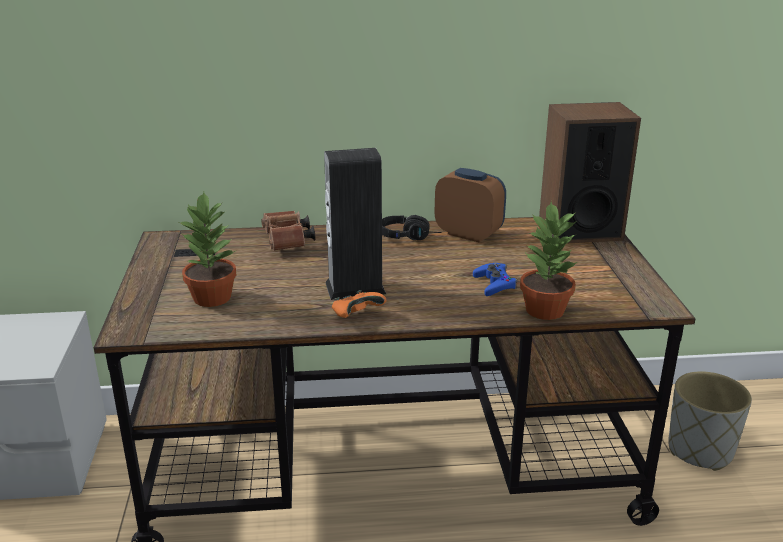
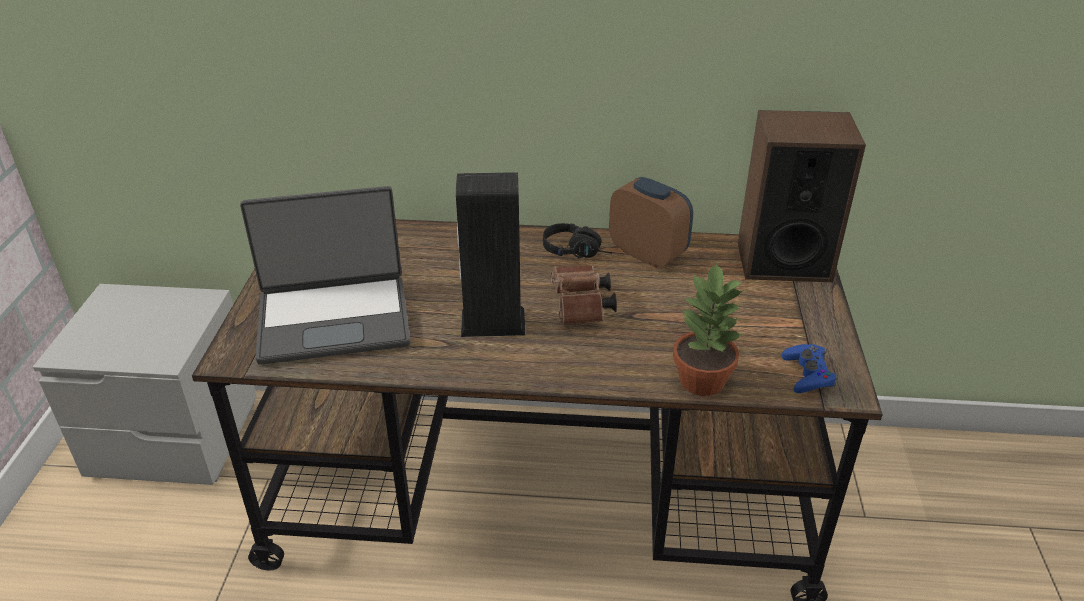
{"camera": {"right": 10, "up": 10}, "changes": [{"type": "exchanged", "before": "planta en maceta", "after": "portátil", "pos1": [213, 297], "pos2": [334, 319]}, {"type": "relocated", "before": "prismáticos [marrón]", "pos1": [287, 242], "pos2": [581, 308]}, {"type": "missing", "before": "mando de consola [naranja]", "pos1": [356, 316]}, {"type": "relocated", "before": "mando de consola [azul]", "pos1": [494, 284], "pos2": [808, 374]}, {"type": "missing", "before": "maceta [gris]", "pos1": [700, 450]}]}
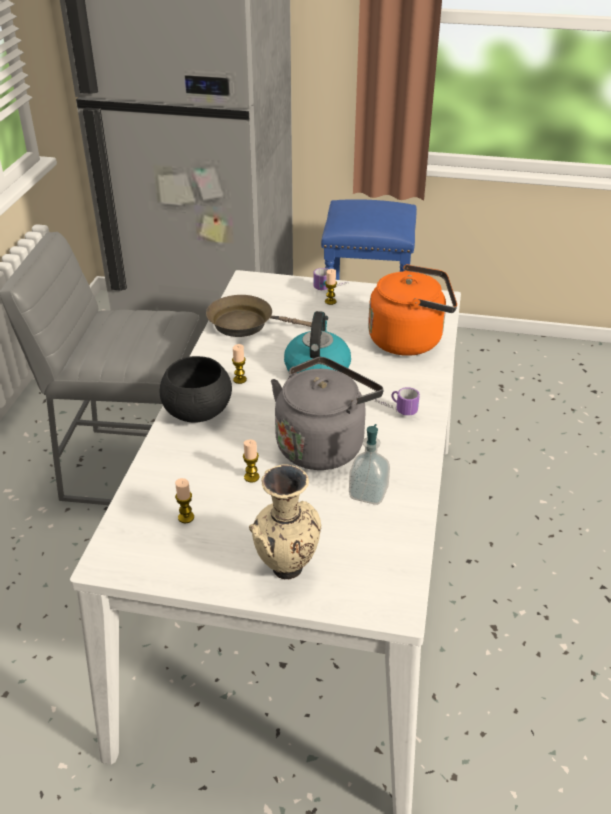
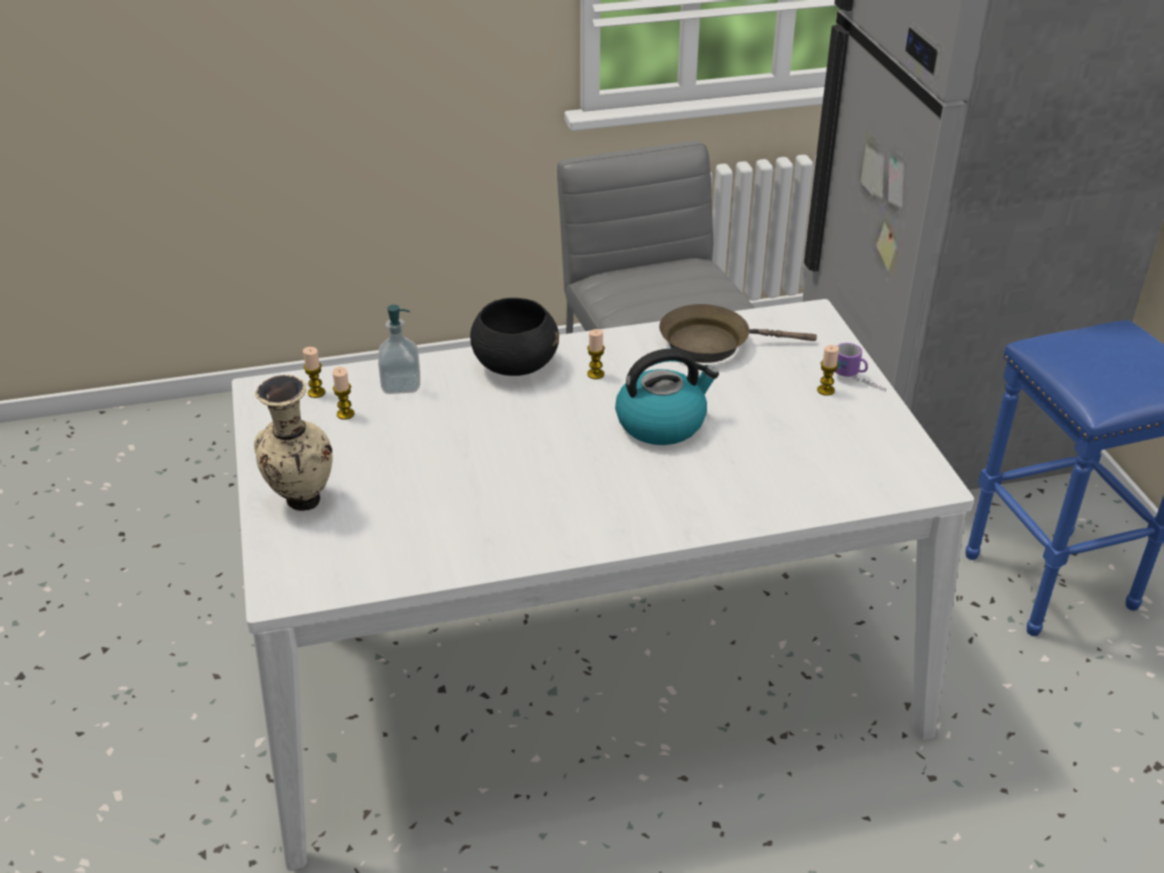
{"camera": {"right": 65, "up": 0}, "changes": [{"type": "spun", "before": "sartén [marrón]", "pos1": [246, 324], "pos2": [712, 343], "turn": -75}, {"type": "relocated", "before": "vela", "pos1": [251, 477], "pos2": [316, 392]}, {"type": "missing", "before": "hervidor [gris]", "pos1": [323, 444]}, {"type": "relocated", "before": "dispensador de jabón", "pos1": [368, 493], "pos2": [401, 385]}, {"type": "missing", "before": "hervidor [naranja]", "pos1": [410, 340]}, {"type": "missing", "before": "taza grande", "pos1": [395, 410]}]}
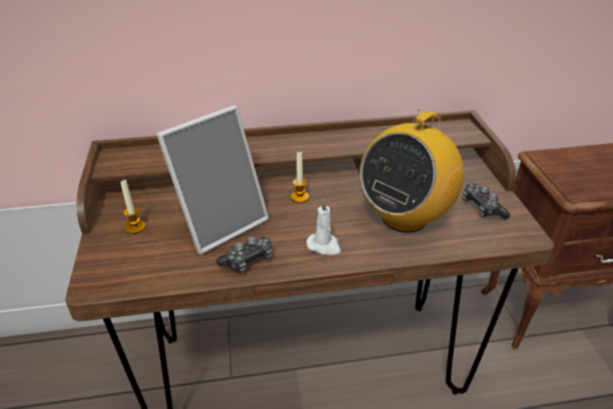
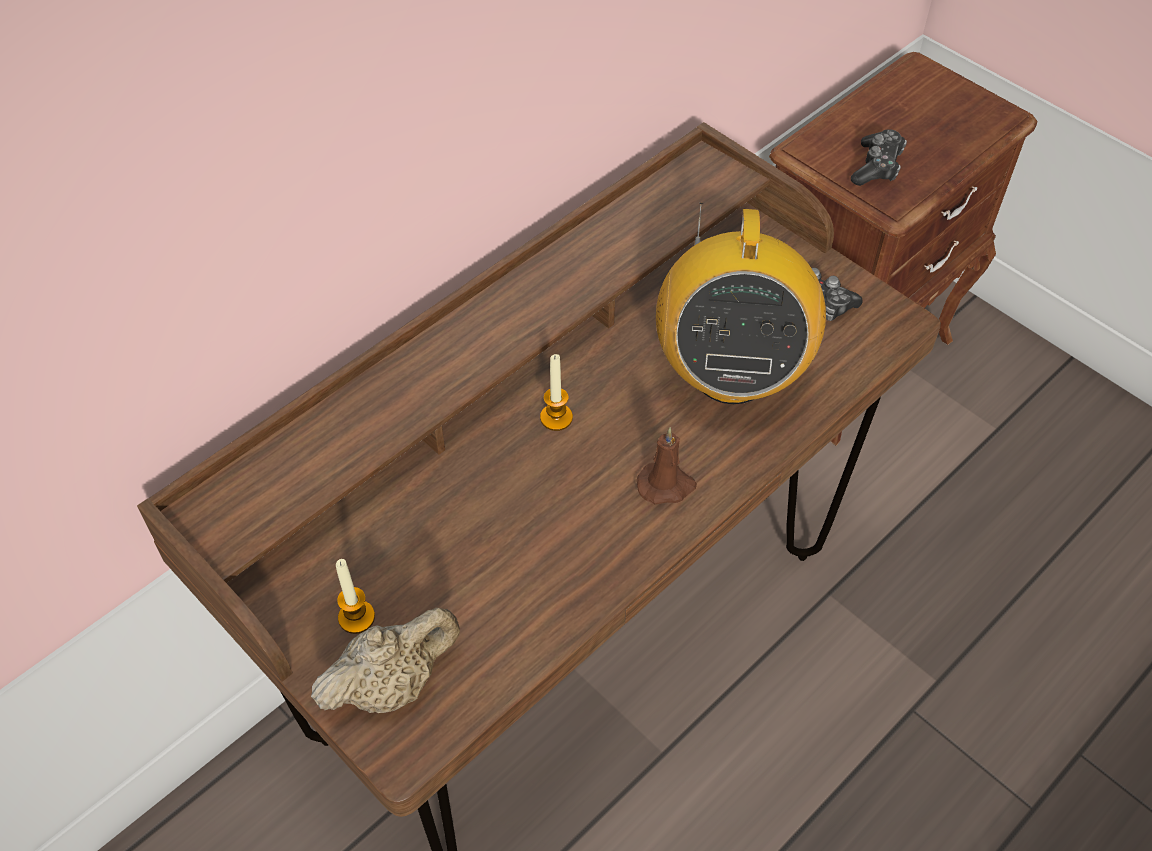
{"camera": {"right": -35, "up": 15}, "changes": [{"type": "missing", "before": "portarretratos", "pos1": [220, 222]}, {"type": "relocated", "before": "mando de consola", "pos1": [248, 260], "pos2": [877, 166]}, {"type": "colour", "before": "vela [blanco]", "after": "vela [marrón]", "pos1": [324, 246], "pos2": [666, 485]}, {"type": "appeared", "after": "tetera [beis]", "pos2": [392, 683]}]}
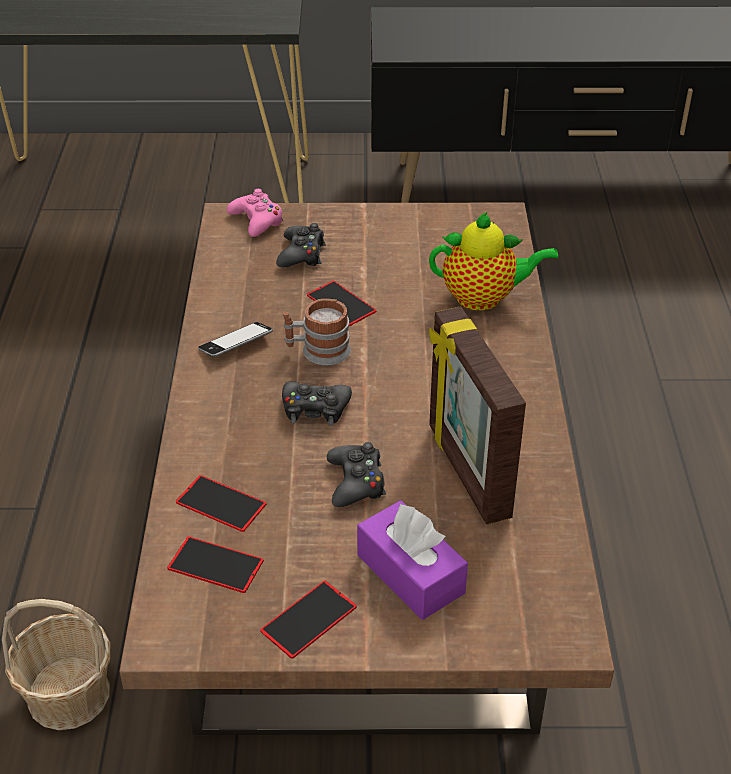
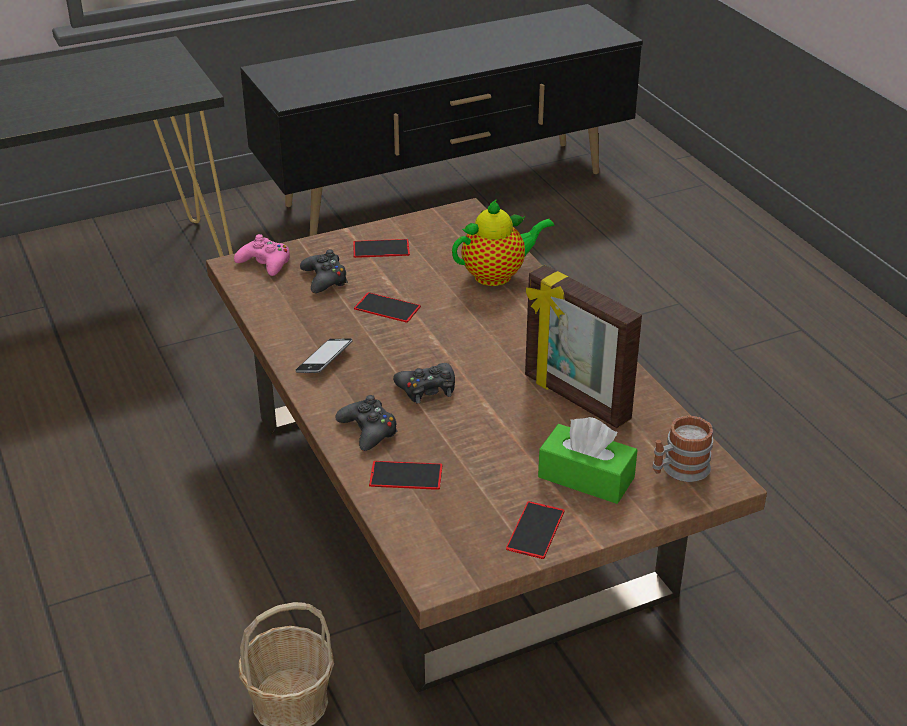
{"camera": {"right": -25, "up": -5}, "changes": [{"type": "relocated", "before": "móvil", "pos1": [215, 564], "pos2": [381, 249]}, {"type": "relocated", "before": "taza grande", "pos1": [318, 351], "pos2": [679, 470]}, {"type": "relocated", "before": "mando de consola [negro]", "pos1": [356, 482], "pos2": [368, 430]}, {"type": "colour", "before": "caja de pañuelos [morado]", "after": "caja de pañuelos [verde]", "pos1": [410, 574], "pos2": [586, 477]}]}
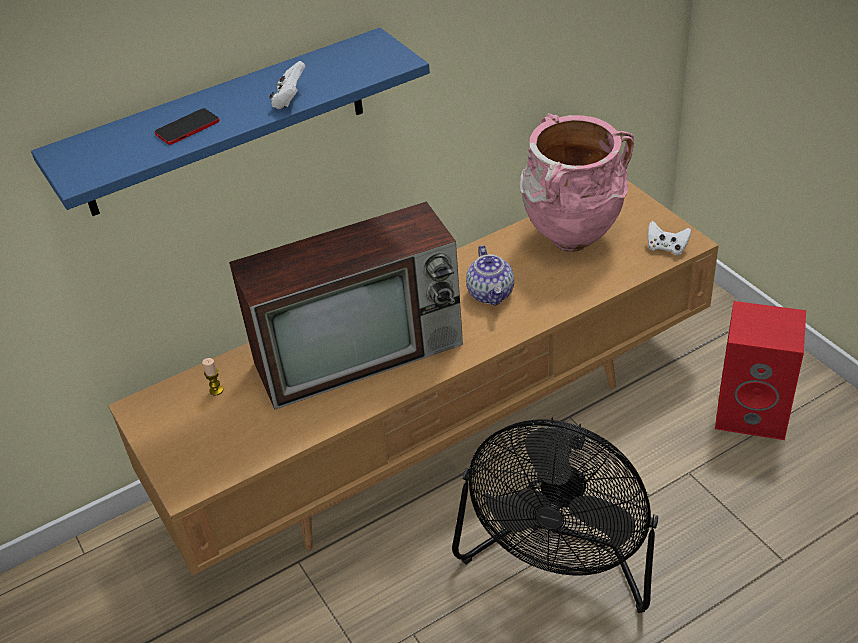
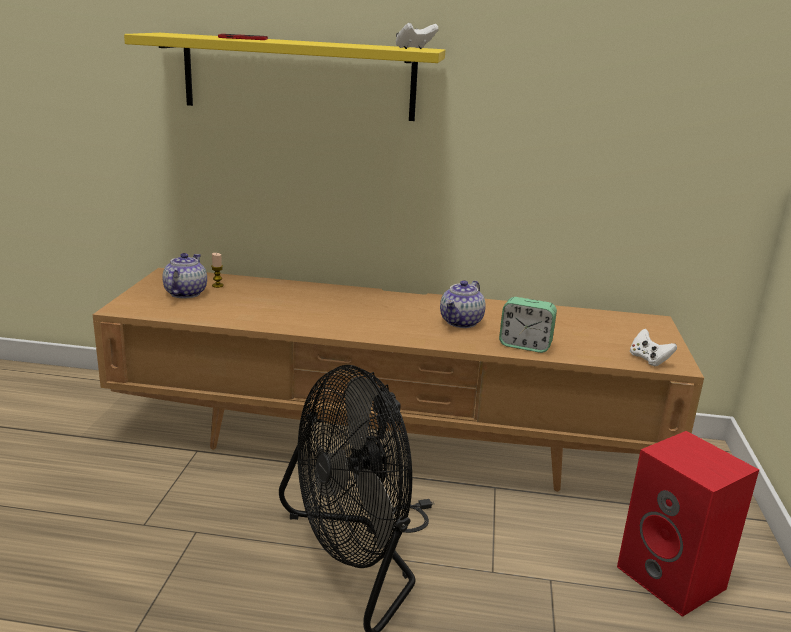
{"camera": {"right": 35, "up": -20}, "changes": [{"type": "colour", "before": "estante [azul]", "after": "estante [amarillo]", "pos1": [224, 123], "pos2": [299, 77]}, {"type": "missing", "before": "televisor", "pos1": [362, 352]}, {"type": "relocated", "before": "mando de consola [blanco]", "pos1": [290, 100], "pos2": [414, 49]}, {"type": "missing", "before": "florero [rosa]", "pos1": [571, 238]}, {"type": "appeared", "after": "tetera", "pos2": [185, 293]}, {"type": "appeared", "after": "despertador", "pos2": [525, 345]}]}
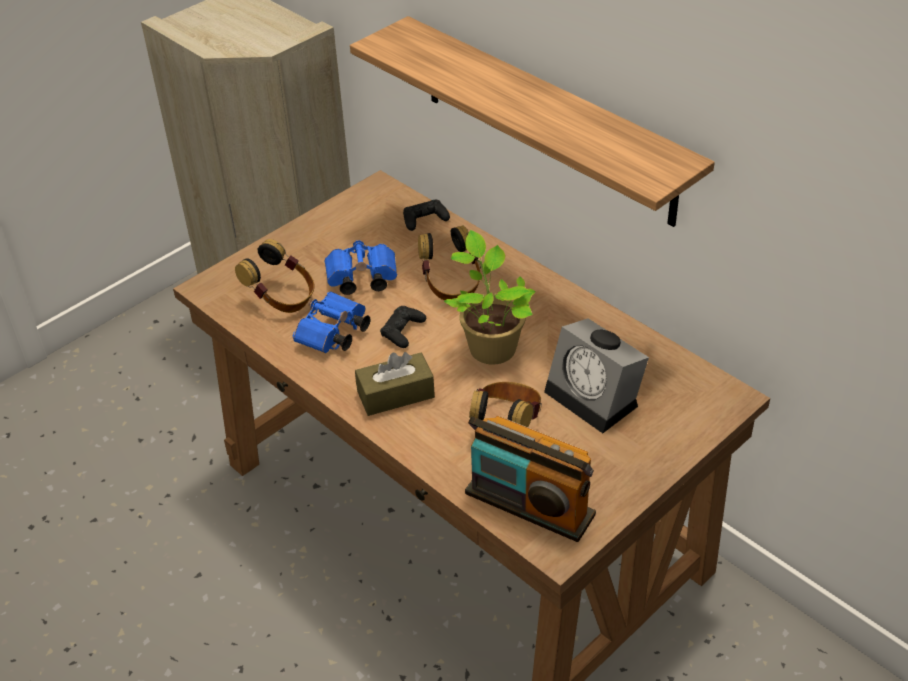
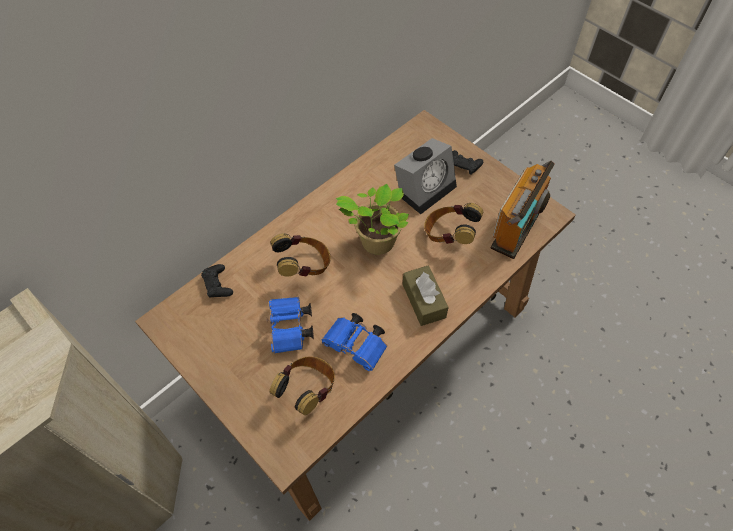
{"camera": {"right": -90, "up": 15}, "changes": [{"type": "missing", "before": "estante", "pos1": [546, 121]}, {"type": "relocated", "before": "mando de consola [negro]", "pos1": [402, 331], "pos2": [464, 165]}]}
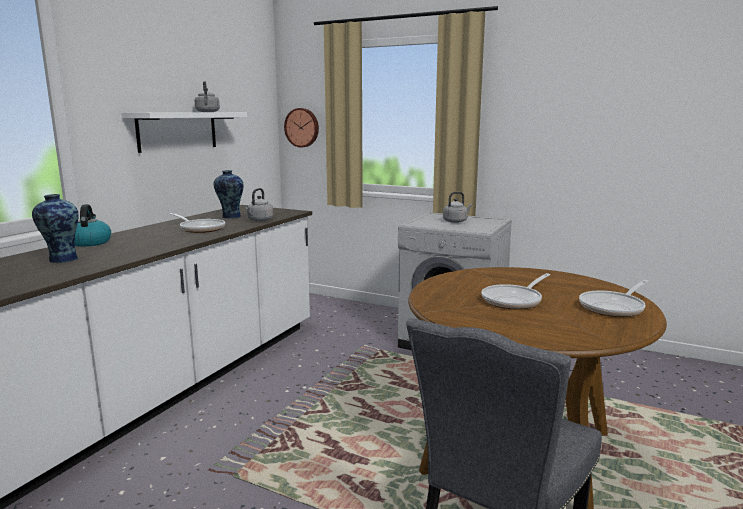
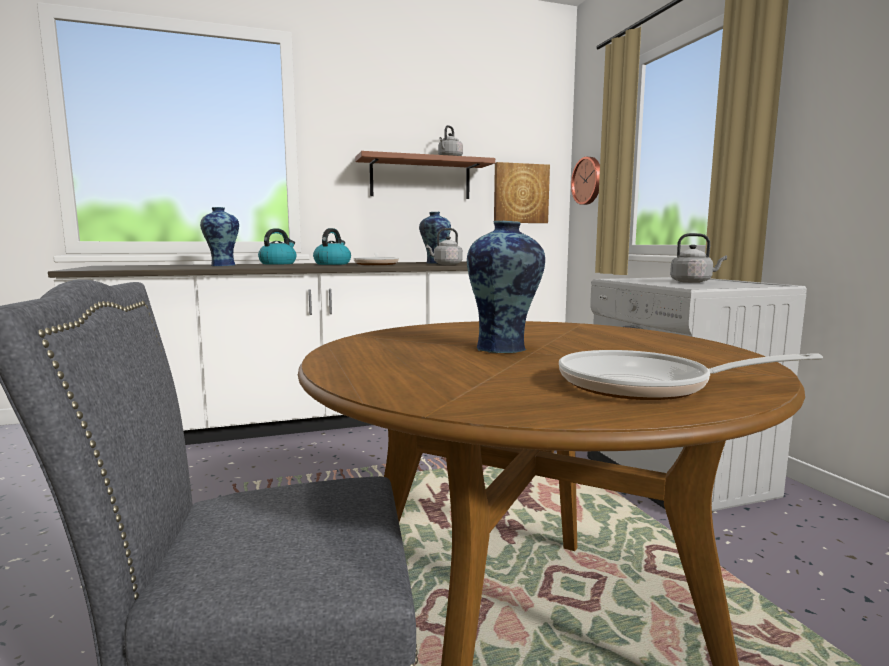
{"camera": {"right": 45, "up": -5}, "changes": [{"type": "colour", "before": "estante [blanco]", "after": "estante [marrón]", "pos1": [178, 131], "pos2": [420, 178]}, {"type": "exchanged", "before": "sartén", "after": "florero", "pos1": [514, 300], "pos2": [503, 348]}, {"type": "appeared", "after": "hervidor", "pos2": [332, 264]}, {"type": "appeared", "after": "cuadro", "pos2": [520, 193]}]}
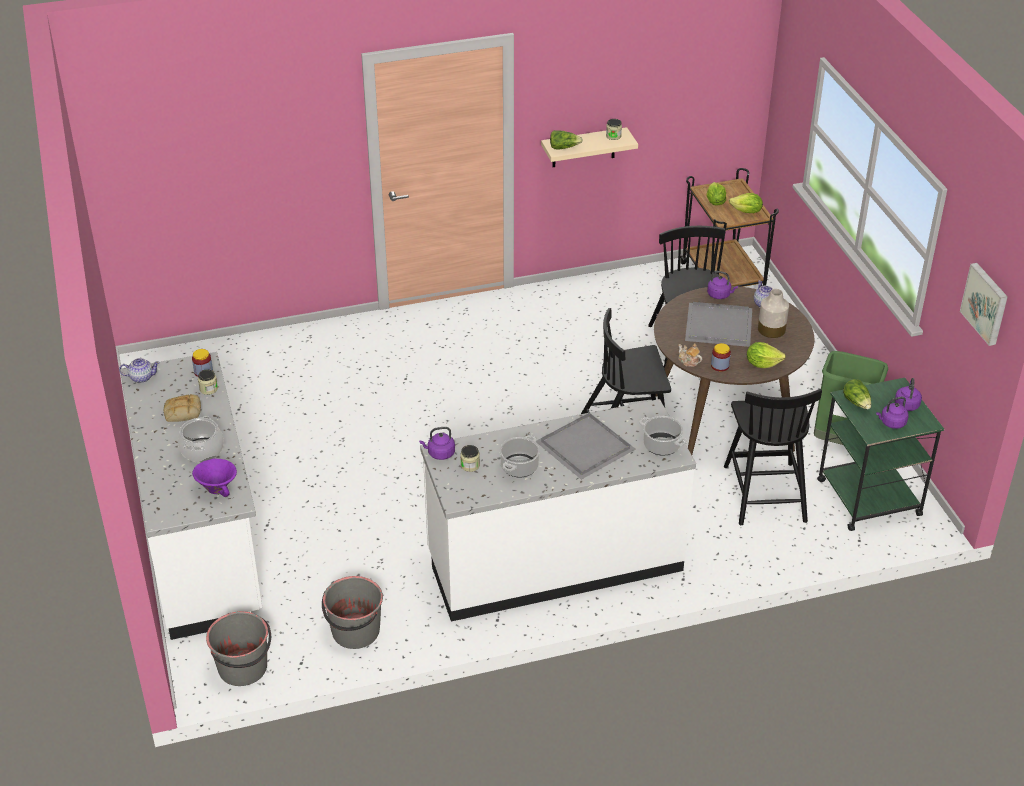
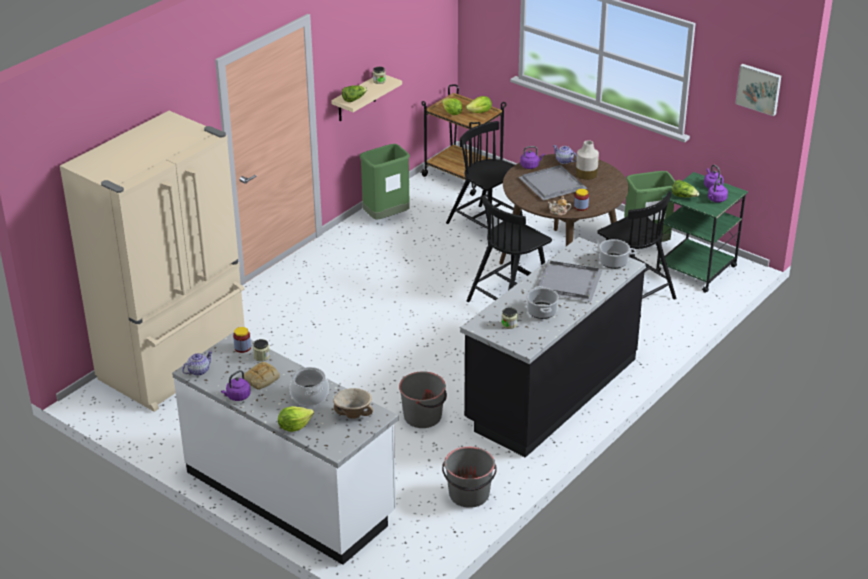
{"camera": {"right": -35, "up": -5}, "changes": [{"type": "colour", "before": "cuenco [morado]", "after": "cuenco [beis]", "pos1": [217, 488], "pos2": [353, 413]}, {"type": "relocated", "before": "cubo [gris]", "pos1": [243, 668], "pos2": [423, 416]}, {"type": "relocated", "before": "hervidor [morado]", "pos1": [439, 453], "pos2": [237, 397]}, {"type": "colour", "before": "mueble bajo de cocina [blanco]", "after": "mueble bajo de cocina [negro]", "pos1": [554, 562], "pos2": [550, 391]}, {"type": "relocated", "before": "lechuga", "pos1": [762, 364], "pos2": [294, 426]}, {"type": "appeared", "after": "nevera [beis]", "pos2": [176, 365]}, {"type": "appeared", "after": "papelera [verde]", "pos2": [386, 217]}]}
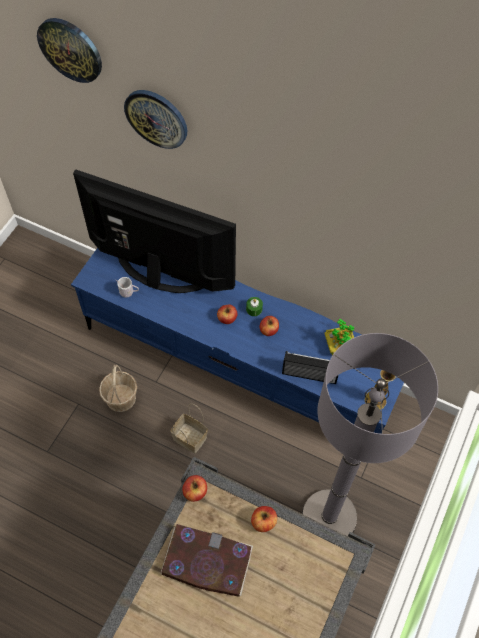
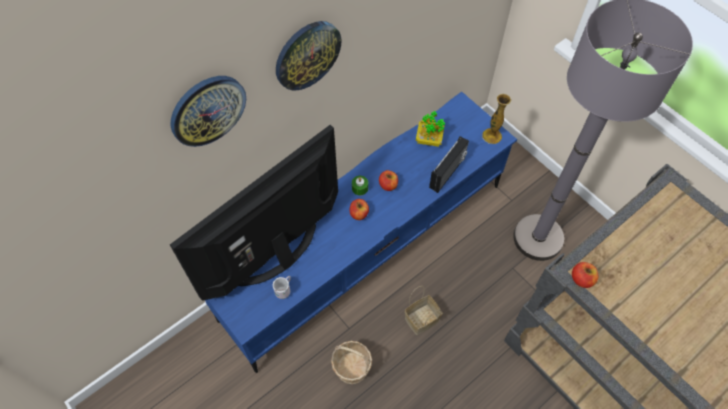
{"camera": {"right": -65, "up": 0}, "changes": [{"type": "relocated", "before": "reloj de pared", "pos1": [70, 49], "pos2": [307, 55]}, {"type": "missing", "before": "libro", "pos1": [206, 562]}, {"type": "missing", "before": "manzana", "pos1": [263, 522]}]}
